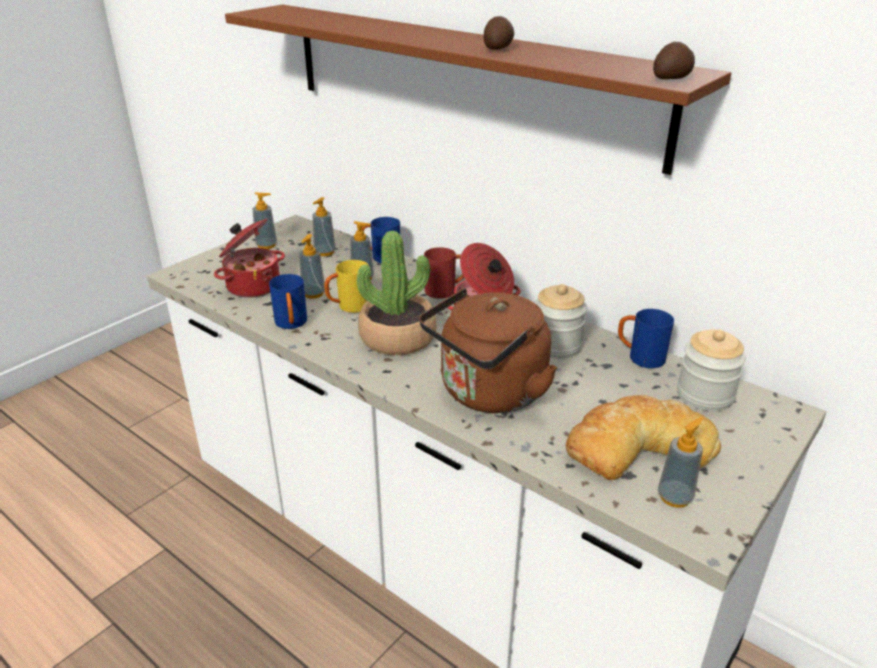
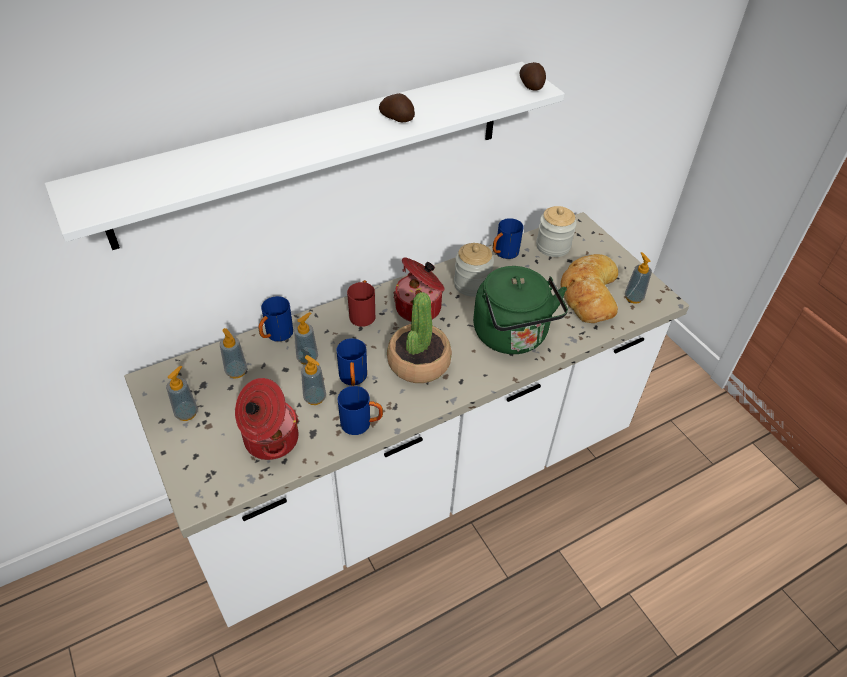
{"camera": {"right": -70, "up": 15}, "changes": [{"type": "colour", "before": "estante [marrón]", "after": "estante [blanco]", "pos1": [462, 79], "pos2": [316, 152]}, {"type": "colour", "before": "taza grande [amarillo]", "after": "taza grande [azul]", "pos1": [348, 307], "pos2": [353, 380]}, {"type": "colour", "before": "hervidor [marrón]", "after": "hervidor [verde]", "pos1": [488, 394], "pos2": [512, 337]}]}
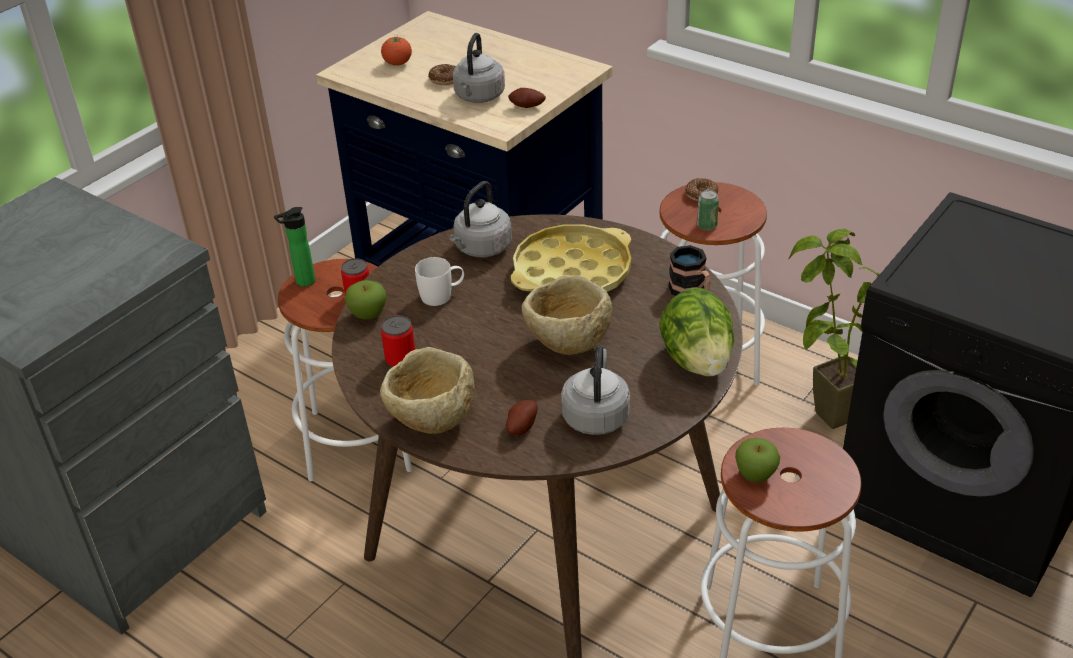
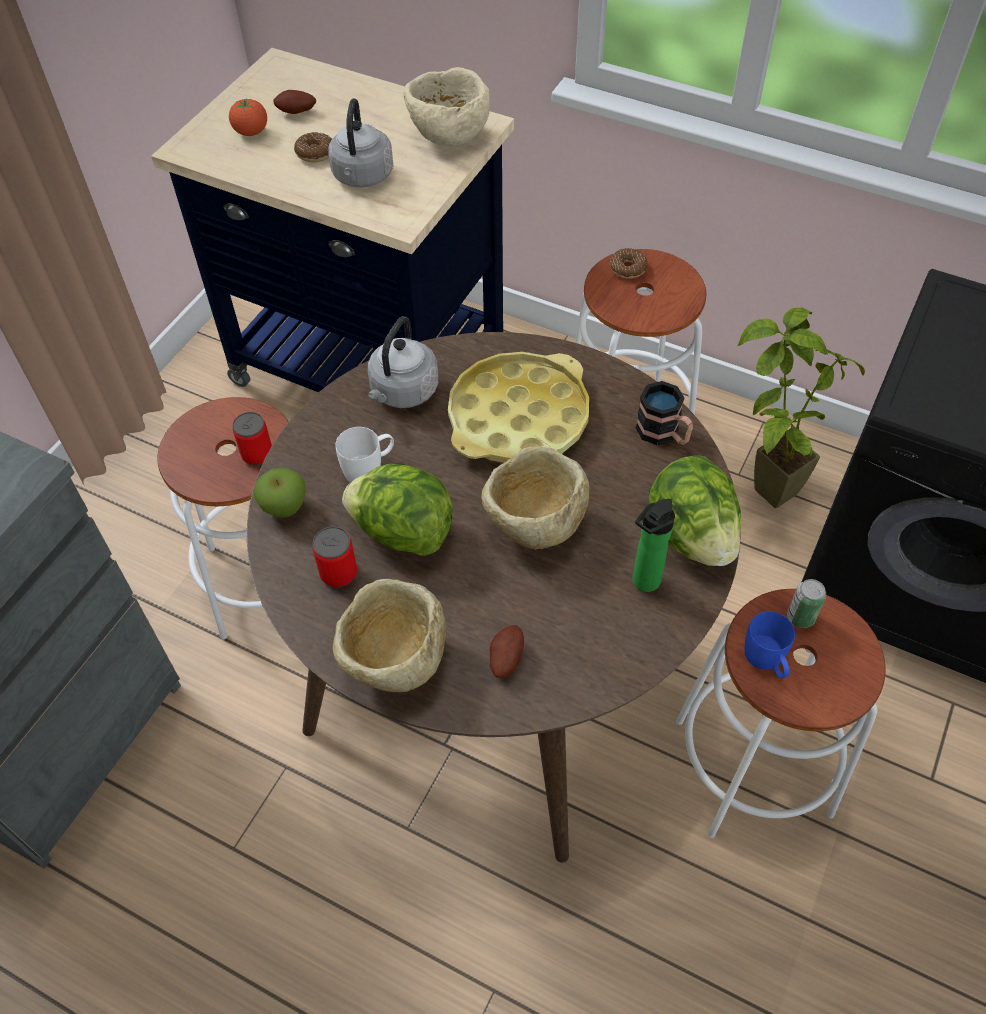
{"camera": {"right": -10, "up": 15}, "changes": [{"type": "relocated", "before": "botella", "pos1": [302, 282], "pos2": [643, 583]}, {"type": "relocated", "before": "patata", "pos1": [527, 107], "pos2": [296, 113]}, {"type": "missing", "before": "hervidor [gris]", "pos1": [596, 415]}, {"type": "relocated", "before": "lata", "pos1": [707, 226], "pos2": [800, 617]}, {"type": "exchanged", "before": "manzana", "after": "taza grande [azul]", "pos1": [755, 475], "pos2": [766, 661]}, {"type": "appeared", "after": "lechuga", "pos2": [402, 532]}, {"type": "appeared", "after": "cuenco [beis]", "pos2": [448, 136]}]}
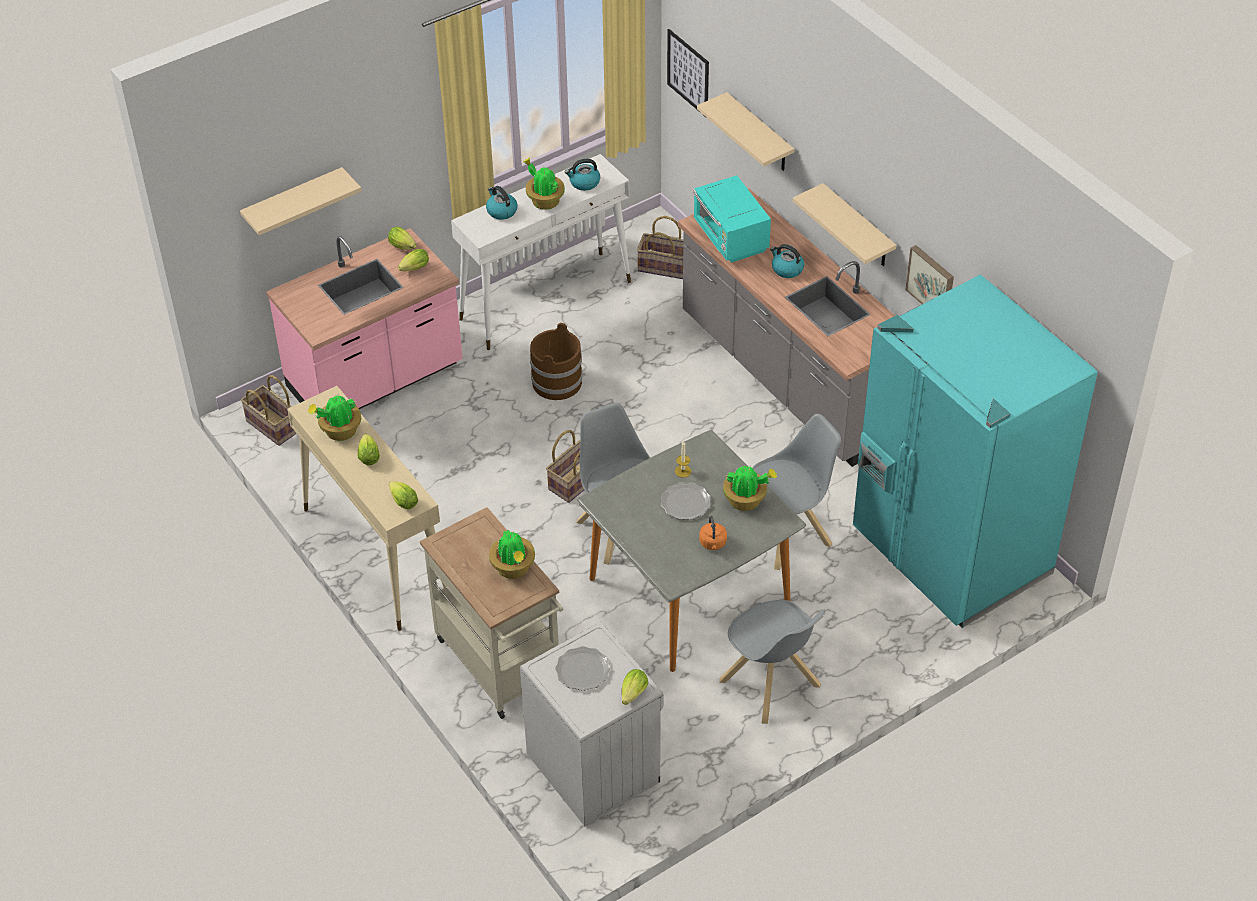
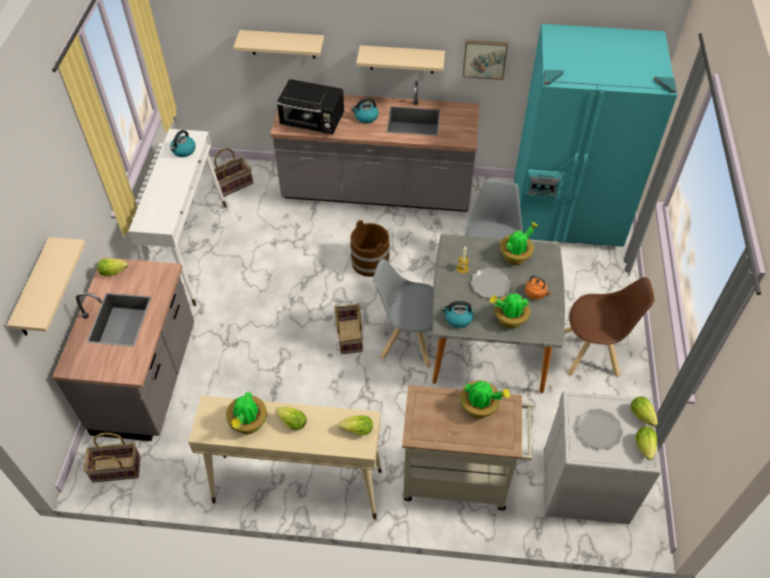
{"camera": {"right": -50, "up": 5}, "changes": [{"type": "colour", "before": "mueble bajo de cocina [rosa]", "after": "mueble bajo de cocina [gris]", "pos1": [376, 379], "pos2": [147, 380]}, {"type": "relocated", "before": "lechuga", "pos1": [413, 269], "pos2": [645, 448]}, {"type": "relocated", "before": "hervidor", "pos1": [501, 211], "pos2": [457, 318]}, {"type": "relocated", "before": "planta en maceta", "pos1": [544, 201], "pos2": [508, 319]}, {"type": "relocated", "before": "cubo [marrón]", "pos1": [557, 382], "pos2": [370, 262]}, {"type": "missing", "before": "cuadro", "pos1": [688, 72]}, {"type": "colour", "before": "microondas [turquesa]", "after": "microondas [negro]", "pos1": [730, 238], "pos2": [313, 122]}, {"type": "colour", "before": "silla [gris]", "after": "silla [marrón]", "pos1": [771, 685], "pos2": [593, 353]}]}
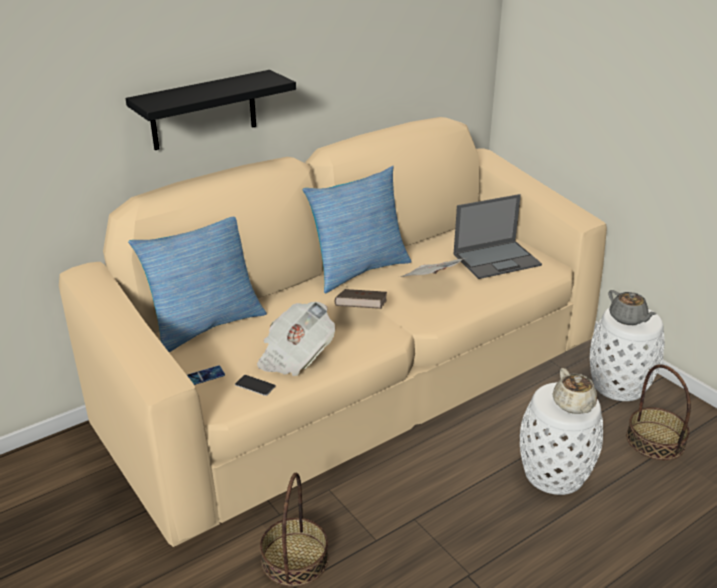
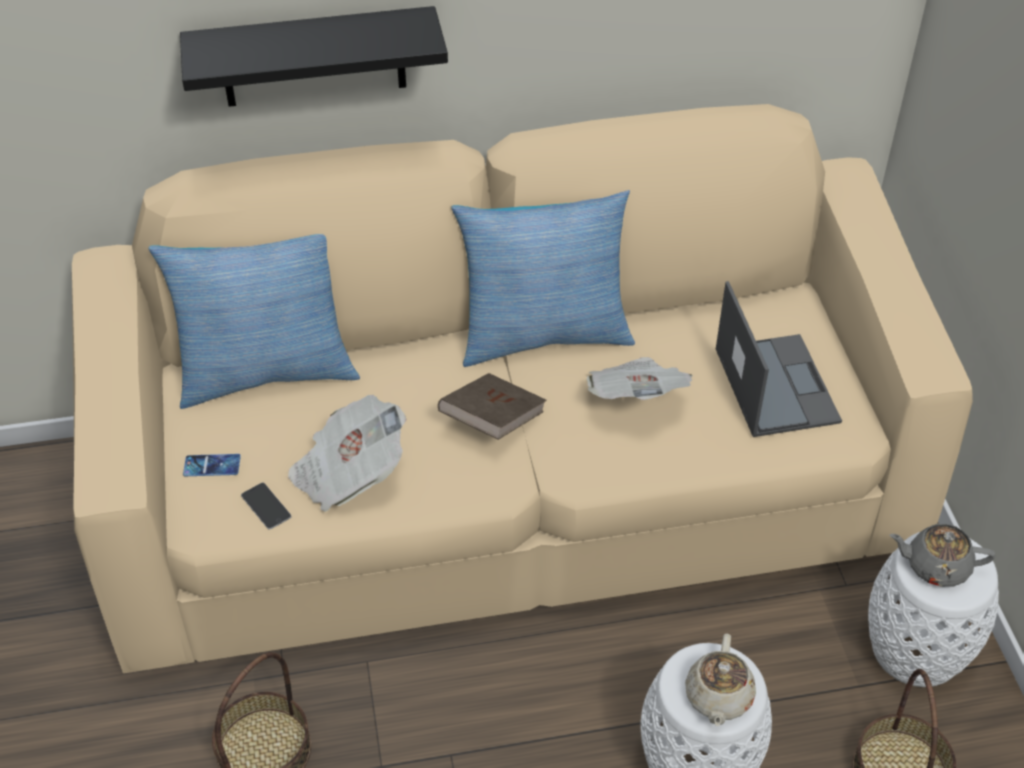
{"camera": {"right": 25, "up": 15}, "changes": [{"type": "spun", "before": "portátil", "pos1": [497, 259], "pos2": [775, 384], "turn": -105}, {"type": "spun", "before": "tetera [gris]", "pos1": [628, 319], "pos2": [936, 566], "turn": 105}]}
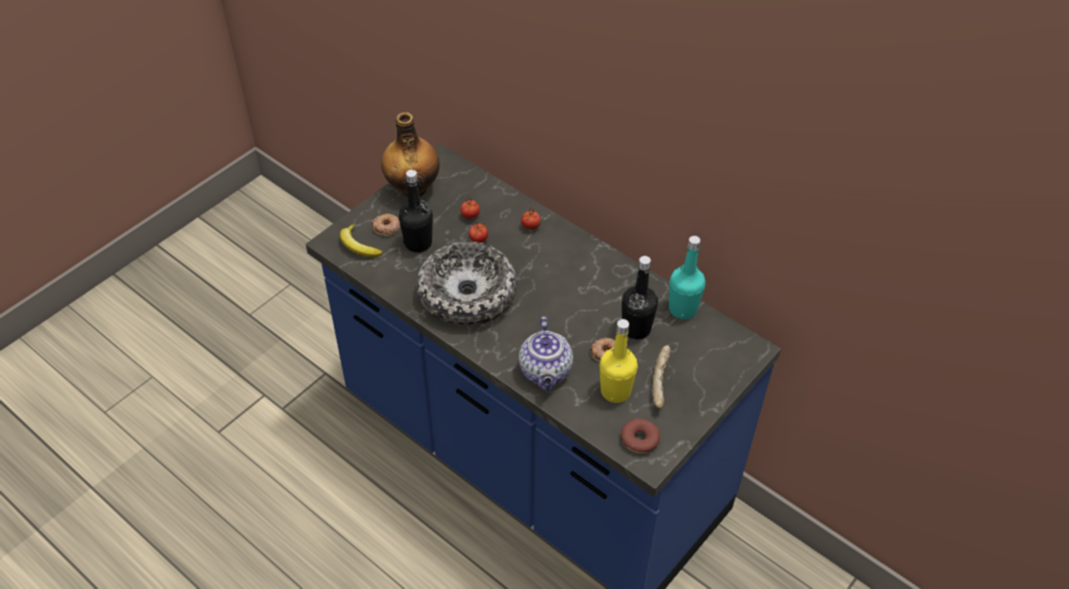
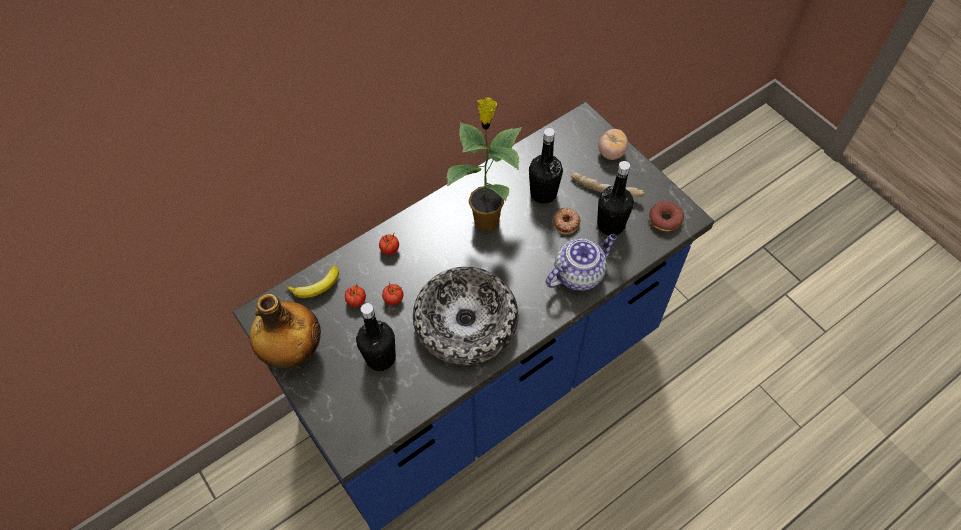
{"camera": {"right": -75, "up": 10}, "changes": [{"type": "relocated", "before": "plátano", "pos1": [358, 246], "pos2": [317, 287]}, {"type": "missing", "before": "rosquilla", "pos1": [387, 227]}, {"type": "spun", "before": "tetera", "pos1": [546, 372], "pos2": [579, 273], "turn": -45}, {"type": "colour", "before": "botella [amarillo]", "after": "botella [negro]", "pos1": [615, 391], "pos2": [610, 225]}, {"type": "missing", "before": "botella [turquesa]", "pos1": [682, 309]}, {"type": "appeared", "after": "planta en maceta", "pos2": [486, 218]}, {"type": "appeared", "after": "tomate", "pos2": [611, 153]}]}
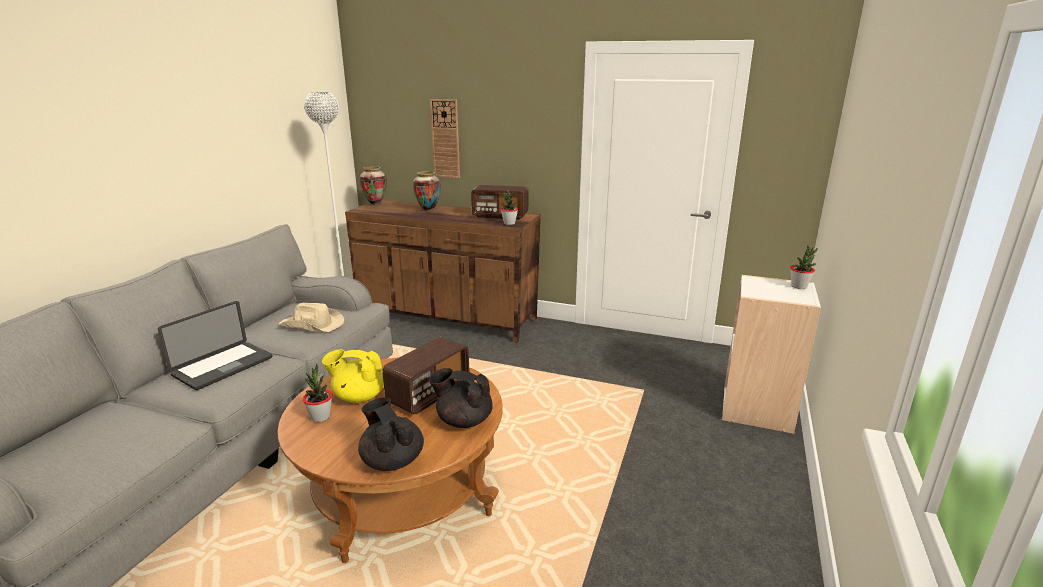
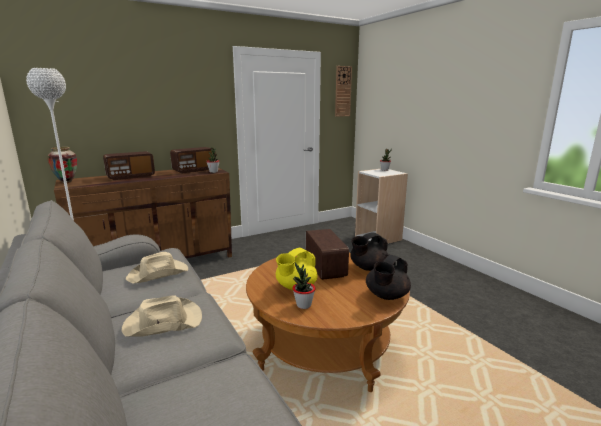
{"camera": {"right": -50, "up": -5}, "changes": [{"type": "exchanged", "before": "portátil", "after": "sombrero [beis]", "pos1": [223, 366], "pos2": [162, 322]}, {"type": "spun", "before": "tetera [negro]", "pos1": [392, 460], "pos2": [386, 296], "turn": -60}, {"type": "exchanged", "before": "florero", "after": "radio", "pos1": [428, 210], "pos2": [131, 177]}, {"type": "relocated", "before": "reloj de pared", "pos1": [445, 139], "pos2": [343, 91]}]}
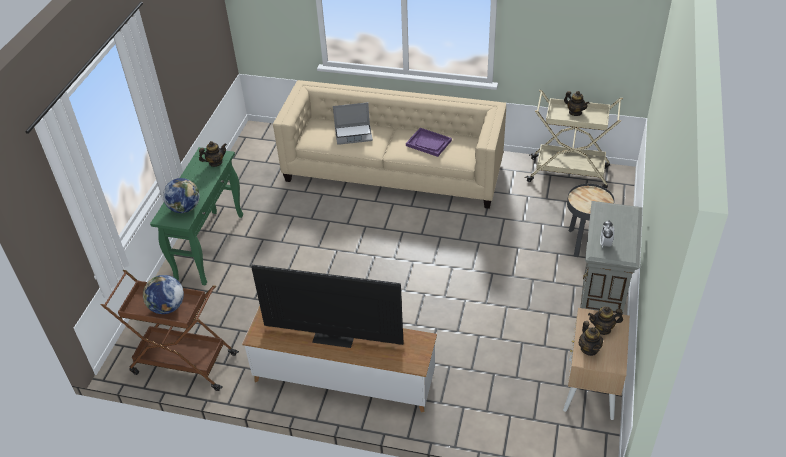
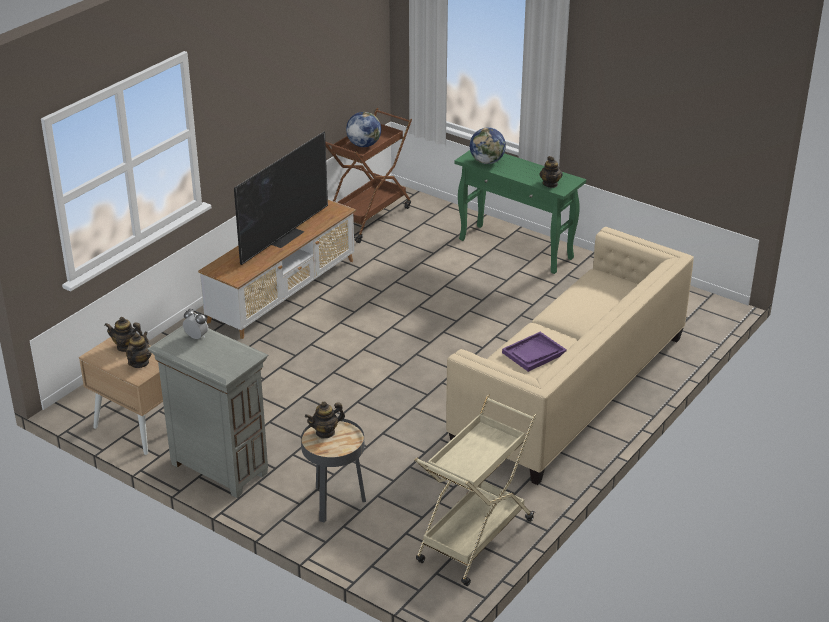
{"camera": {"right": 110, "up": -10}, "changes": [{"type": "missing", "before": "portátil", "pos1": [354, 134]}, {"type": "relocated", "before": "tetera", "pos1": [575, 112], "pos2": [325, 432]}]}
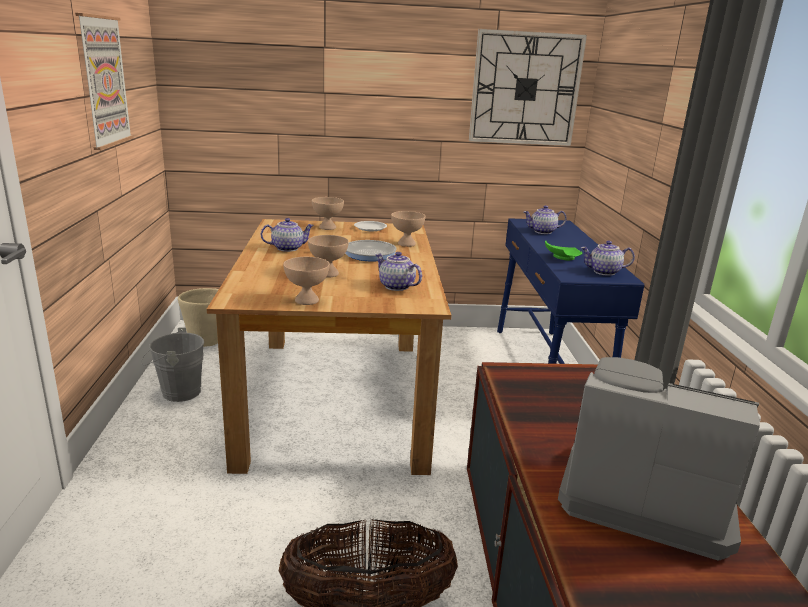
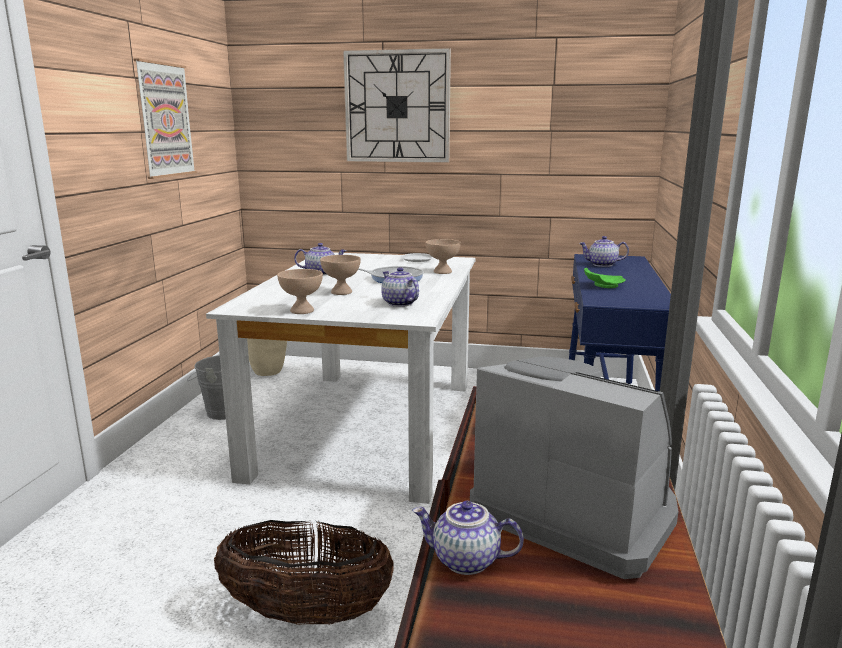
{"camera": {"right": 15, "up": -5}, "changes": [{"type": "colour", "before": "mesa de comedor [marrón]", "after": "mesa de comedor [blanco]", "pos1": [335, 396], "pos2": [366, 426]}, {"type": "missing", "before": "cuenco [beis]", "pos1": [328, 227]}, {"type": "relocated", "before": "reloj de pared", "pos1": [525, 89], "pos2": [397, 107]}, {"type": "relocated", "before": "tetera", "pos1": [604, 272], "pos2": [465, 561]}]}
